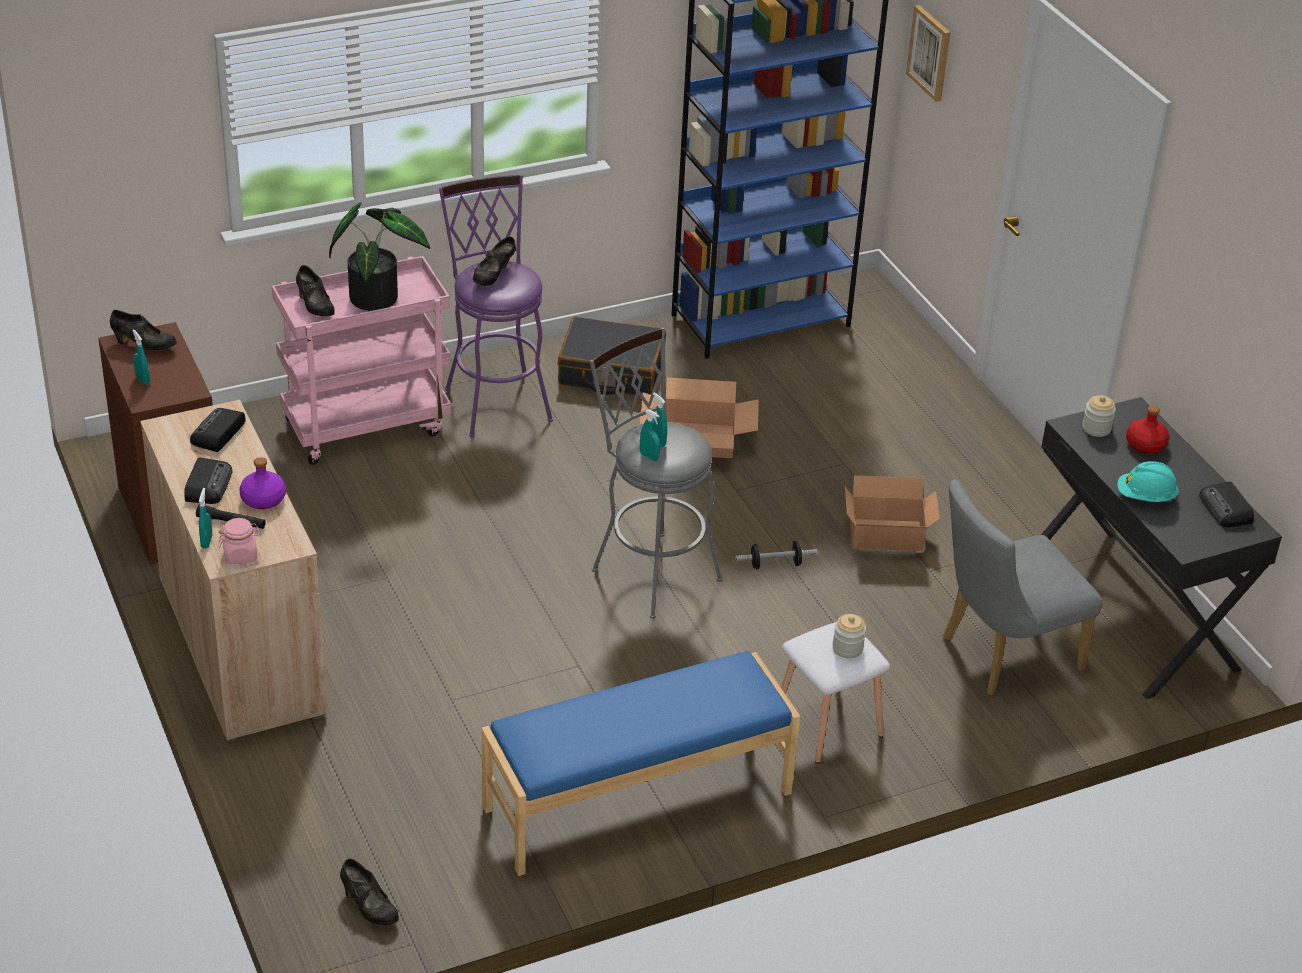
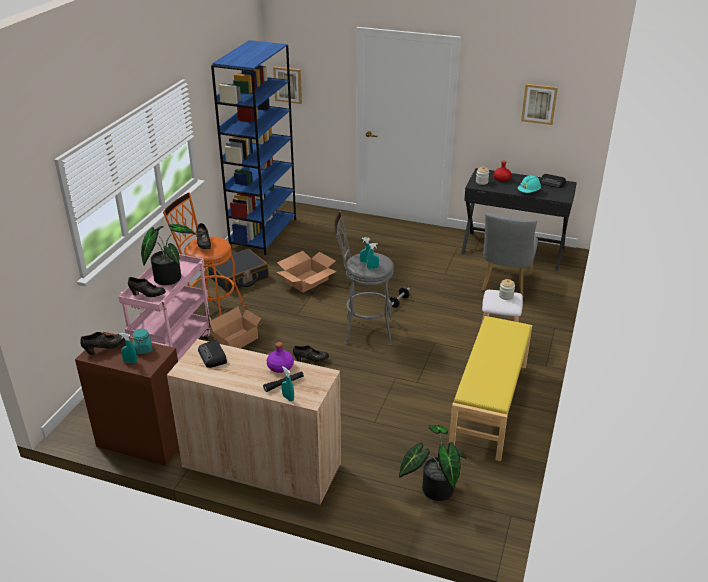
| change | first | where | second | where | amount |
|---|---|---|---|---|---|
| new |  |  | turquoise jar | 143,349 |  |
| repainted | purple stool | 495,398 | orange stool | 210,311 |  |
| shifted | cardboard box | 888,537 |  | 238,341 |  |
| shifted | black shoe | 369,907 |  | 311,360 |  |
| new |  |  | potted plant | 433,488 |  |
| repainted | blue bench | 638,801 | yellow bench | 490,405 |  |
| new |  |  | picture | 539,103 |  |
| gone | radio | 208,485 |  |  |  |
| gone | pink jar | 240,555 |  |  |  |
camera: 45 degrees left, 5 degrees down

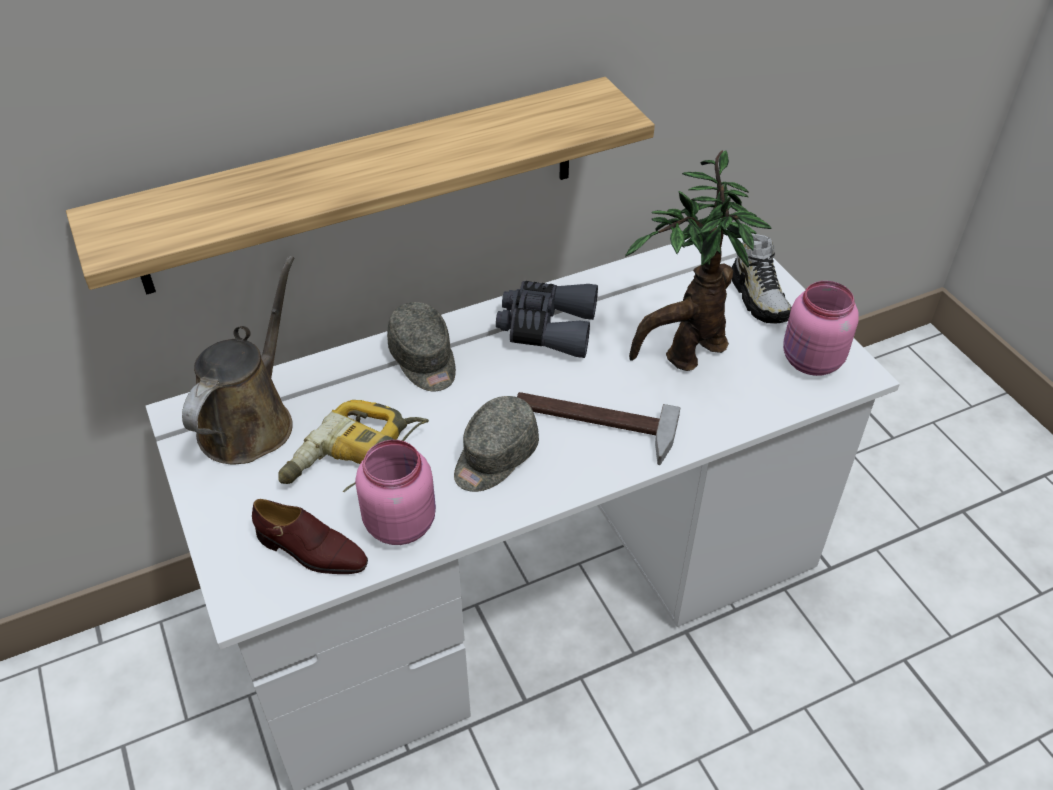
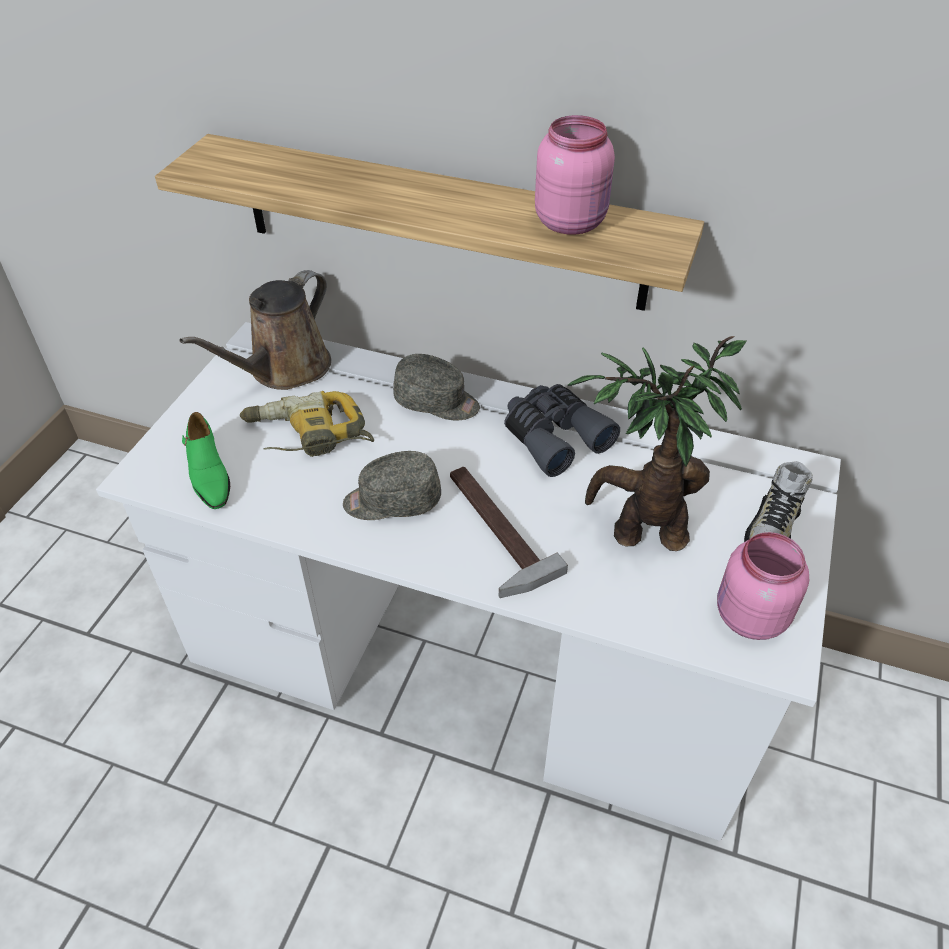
| change | first | where | second | where | amount |
|---|---|---|---|---|---|
| rotated | brown watering can | 251,421 |  | 284,369 | 150 degrees clockwise |
| repainted | brown shoe | 311,551 | green shoe | 208,475 |  |
| rotated | grey cap | 424,360 |  | 437,402 | 90 degrees counterclockwise |
| shifted | pink jar | 401,522 |  | 572,222 |  |
camera: 45 degrees right, 0 degrees up

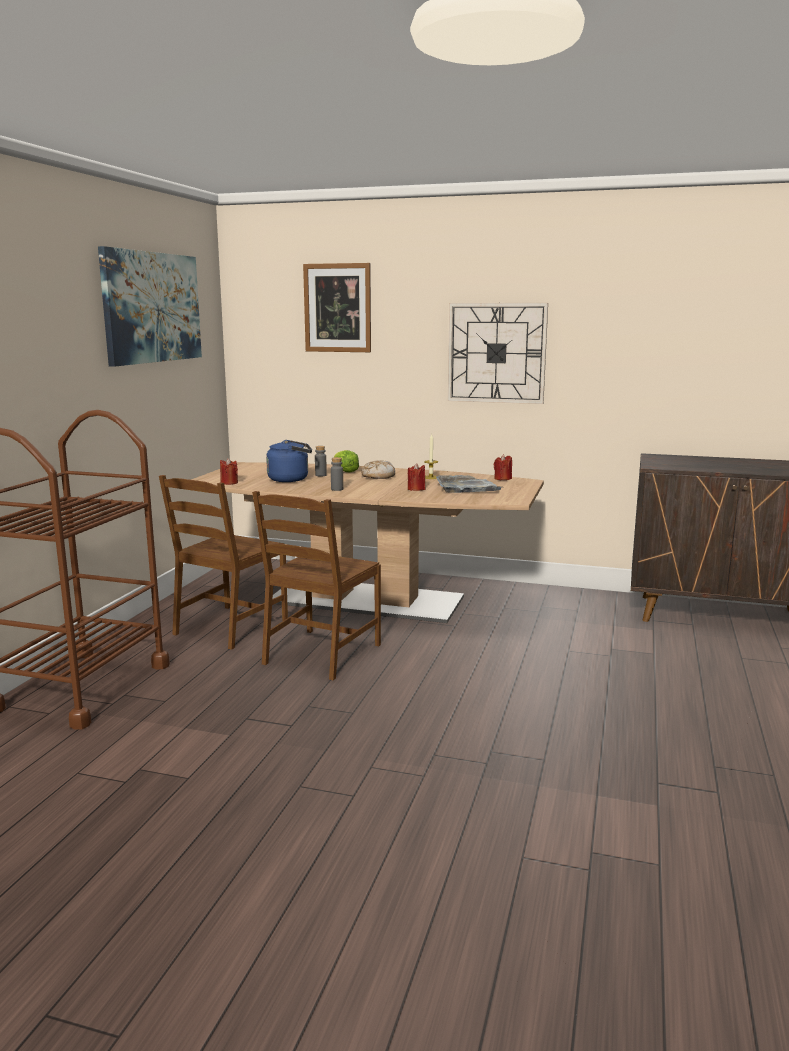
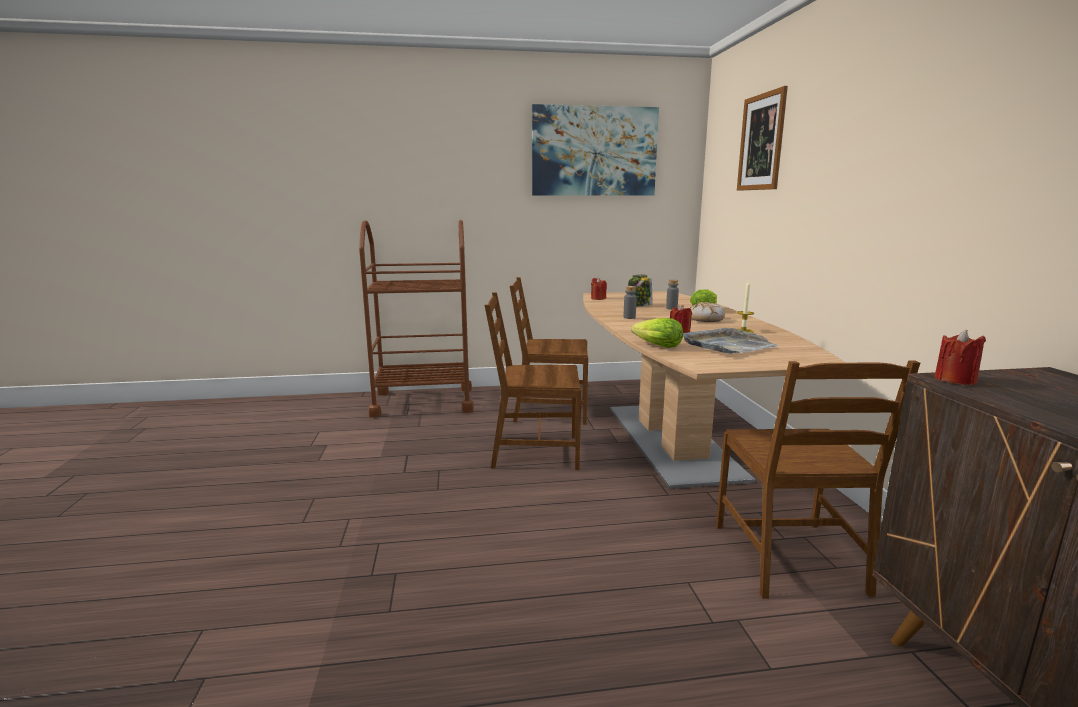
| change | first | where | second | where | amount |
|---|---|---|---|---|---|
| swapped | blue kettle | 291,479 | jar | 639,305 |  |
| new |  |  | lettuce | 657,346 |  |
| new |  |  | brown chair | 790,558 |  |
| shifted | red candle | 502,479 |  | 955,380 |  |
| gone | wall clock | 496,353 |  |  |  |
camera: 65 degrees right, 0 degrees up

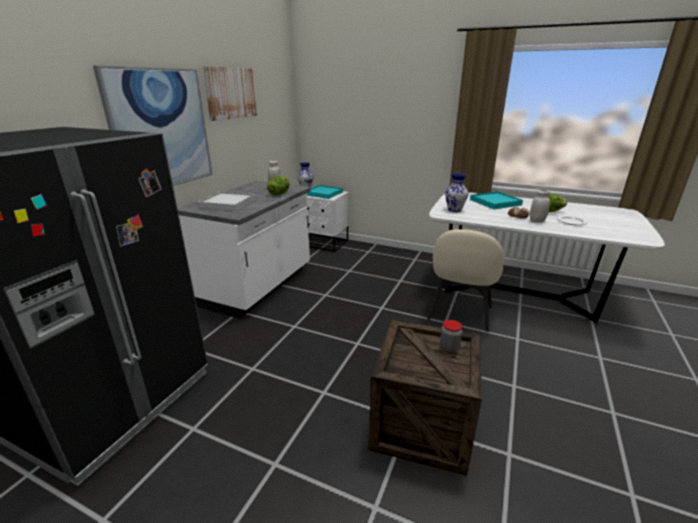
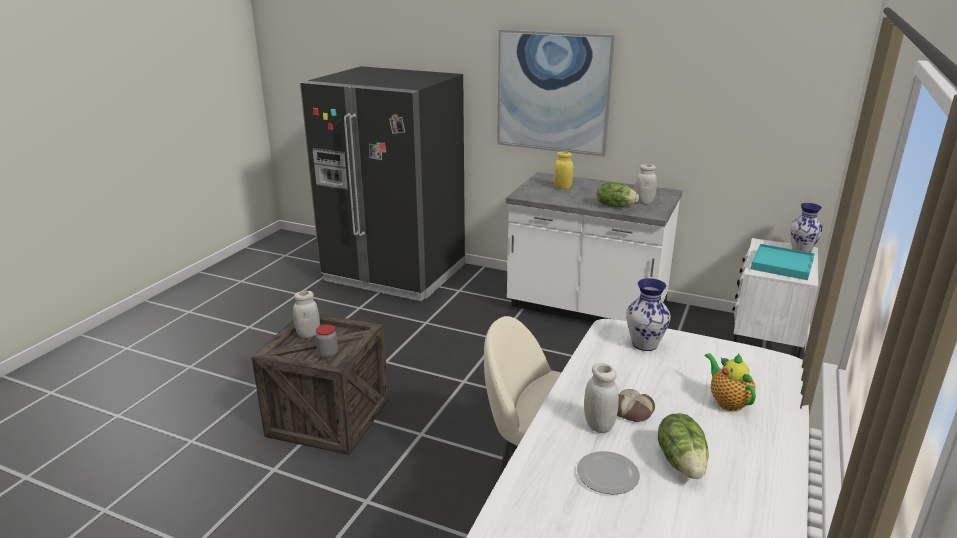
| change | first | where | second | where | amount |
|---|---|---|---|---|---|
| new |  |  | white jar | 308,334 |  |
| swapped | white tray | 228,203 | yellow jar | 562,188 |  |
| swapped | turquoise tray | 495,202 | teapot | 727,402 |  |
| gone | picture | 231,93 |  |  |  |
camera: 90 degrees right, 0 degrees up

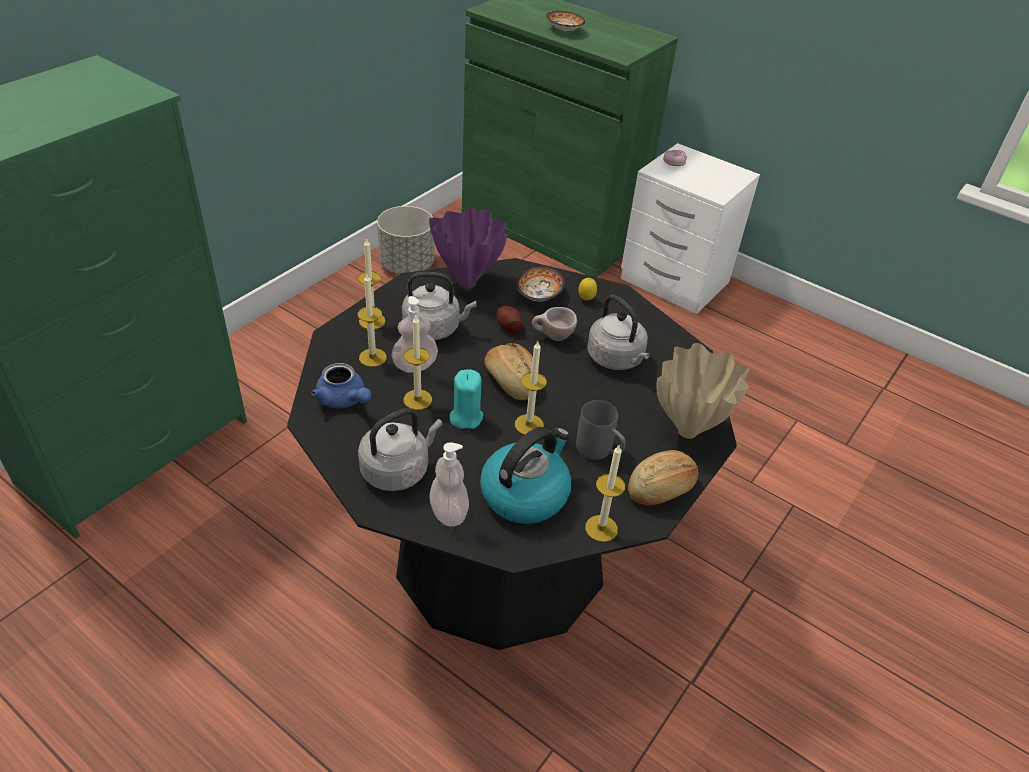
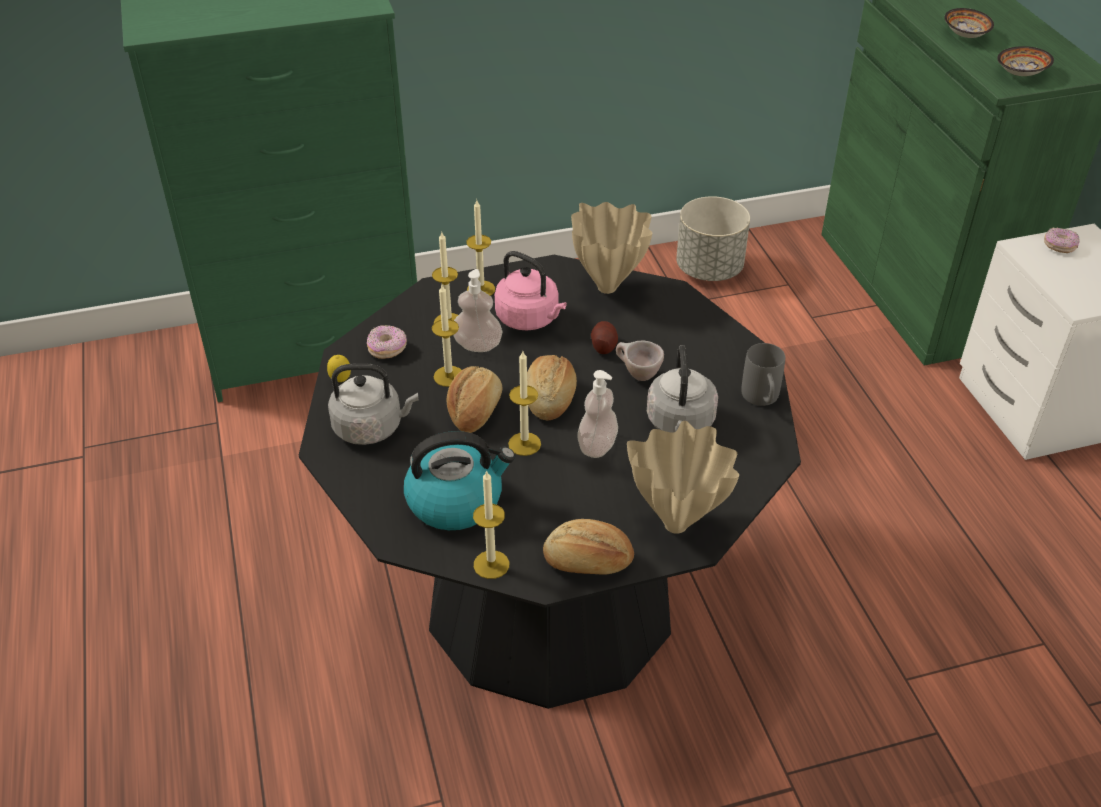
| change | first | where | second | where | amount |
|---|---|---|---|---|---|
| shifted | lemon | 586,300 |  | 341,381 |  |
| swapped | blue teapot | 344,400 | donut | 387,349 |  |
| swapped | turquoise candle | 465,417 | bread | 474,410 |  |
| repainted | grey kettle | 434,329 | pink kettle | 530,319 |  |
| repainted | purple vase | 468,283 | beige vase | 608,288 |  |
| shifted | soap dispenser | 449,512 |  | 597,446 |  |
| shifted | grey mug | 600,452 |  | 762,400 |  |
| shifted | bowl | 538,296 |  | 1019,74 |  |
camera: 40 degrees right, 0 degrees up

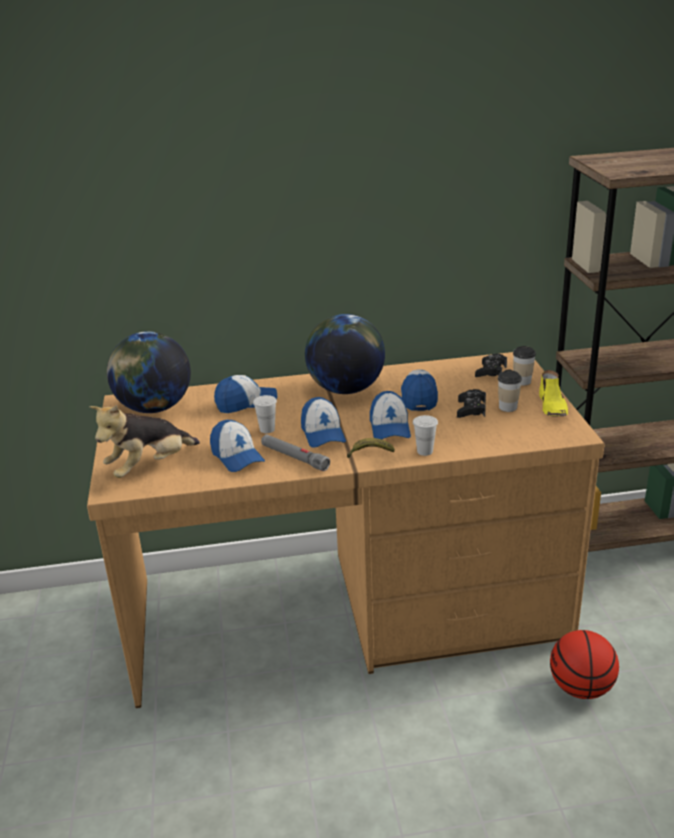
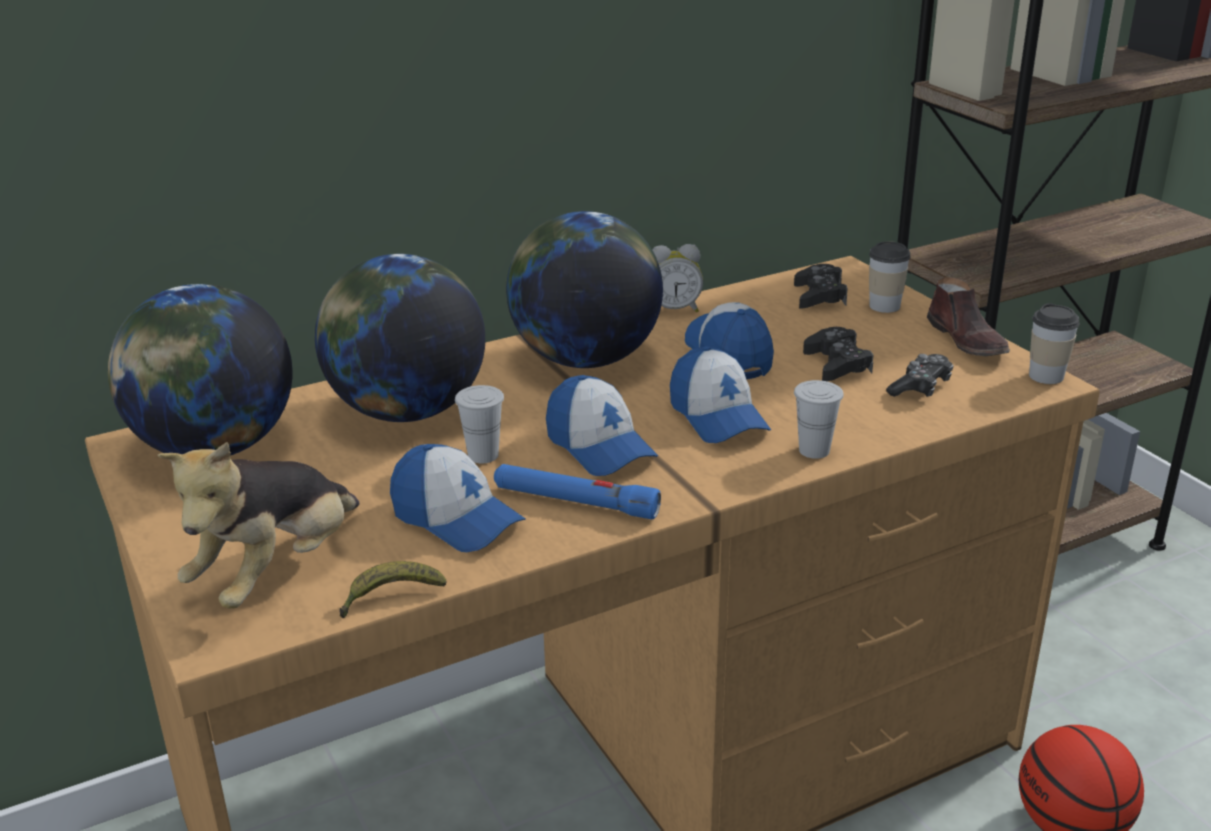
| change | first | where | second | where | amount |
|---|---|---|---|---|---|
| swapped | cap | 246,403 | globe | 407,411 |  |
| shifted | banana | 370,453 |  | 390,597 |  |
| repainted | grey flashlight | 294,457 | blue flashlight | 575,502 |  |
| new |  |  | alarm clock | 673,310 |  |
| new |  |  | game controller | 920,387 |  |
| repainted | yellow shoe | 552,406 | brown shoe | 968,340 |  |
| shifted | cup | 508,407 |  | 1046,376 |  |
camera: 20 degrees left, 0 degrees up

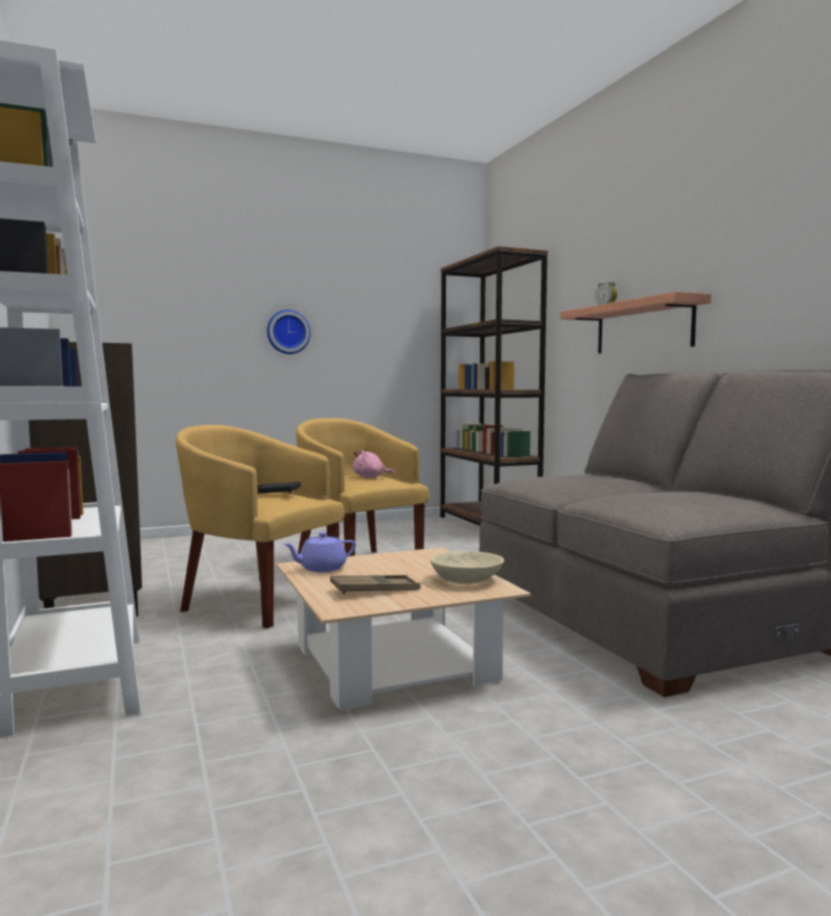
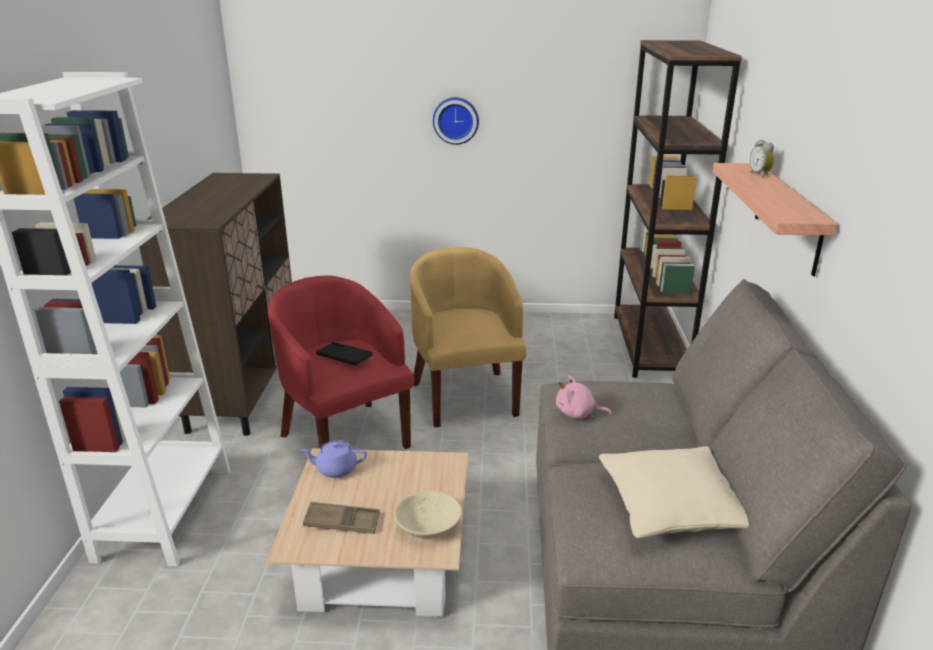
| change | first | where | second | where | amount |
|---|---|---|---|---|---|
| repainted | yellow armchair | 258,602 | red armchair | 344,437 |  |
| shifted | pink plush toy | 370,477 |  | 578,414 |  |
| new |  |  | beige pillow | 672,507 |  |
camera: 25 degrees right, 20 degrees up

